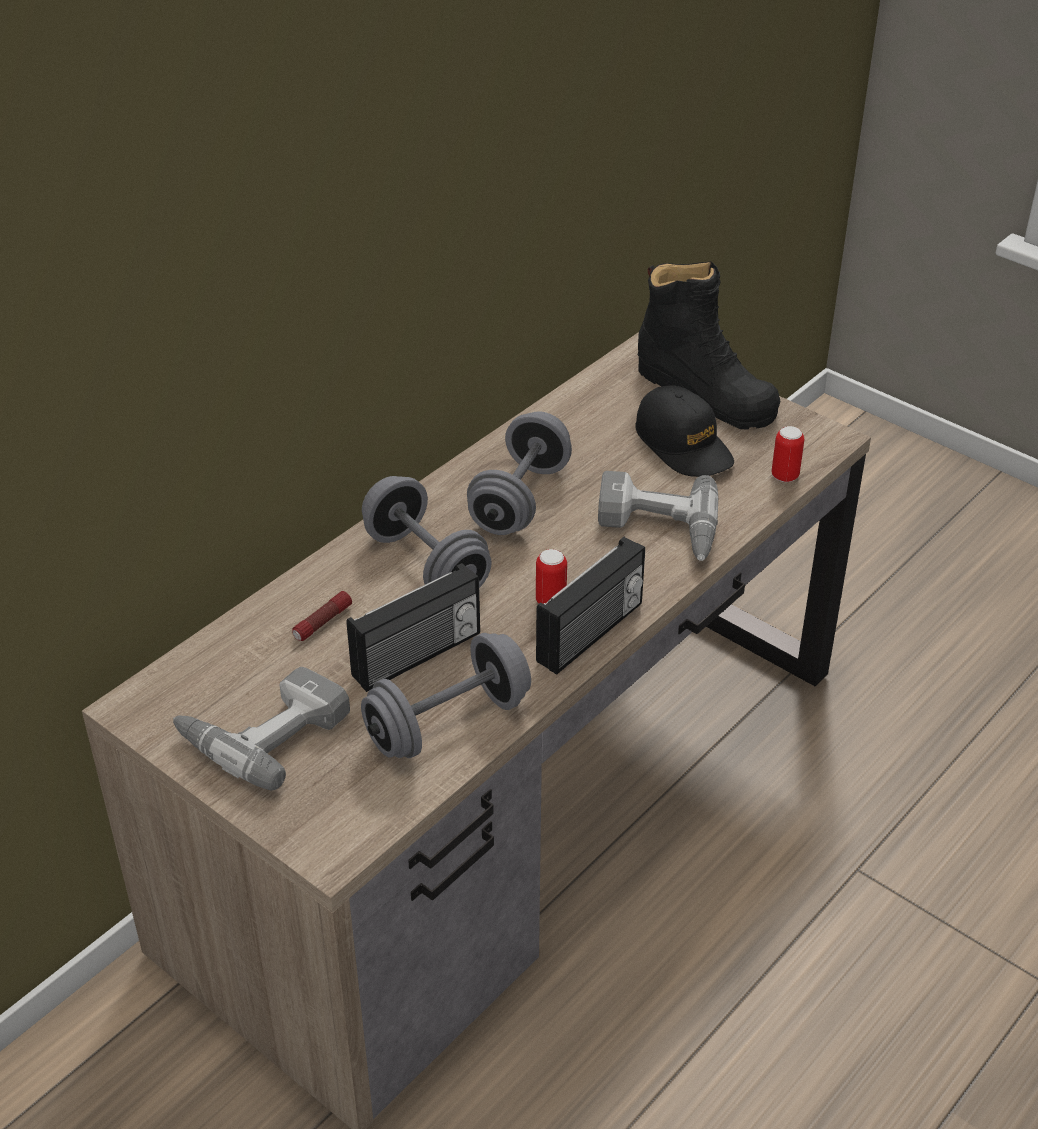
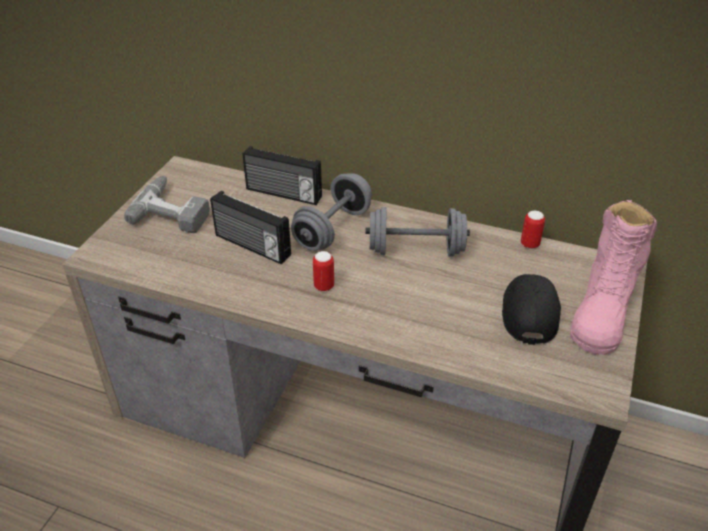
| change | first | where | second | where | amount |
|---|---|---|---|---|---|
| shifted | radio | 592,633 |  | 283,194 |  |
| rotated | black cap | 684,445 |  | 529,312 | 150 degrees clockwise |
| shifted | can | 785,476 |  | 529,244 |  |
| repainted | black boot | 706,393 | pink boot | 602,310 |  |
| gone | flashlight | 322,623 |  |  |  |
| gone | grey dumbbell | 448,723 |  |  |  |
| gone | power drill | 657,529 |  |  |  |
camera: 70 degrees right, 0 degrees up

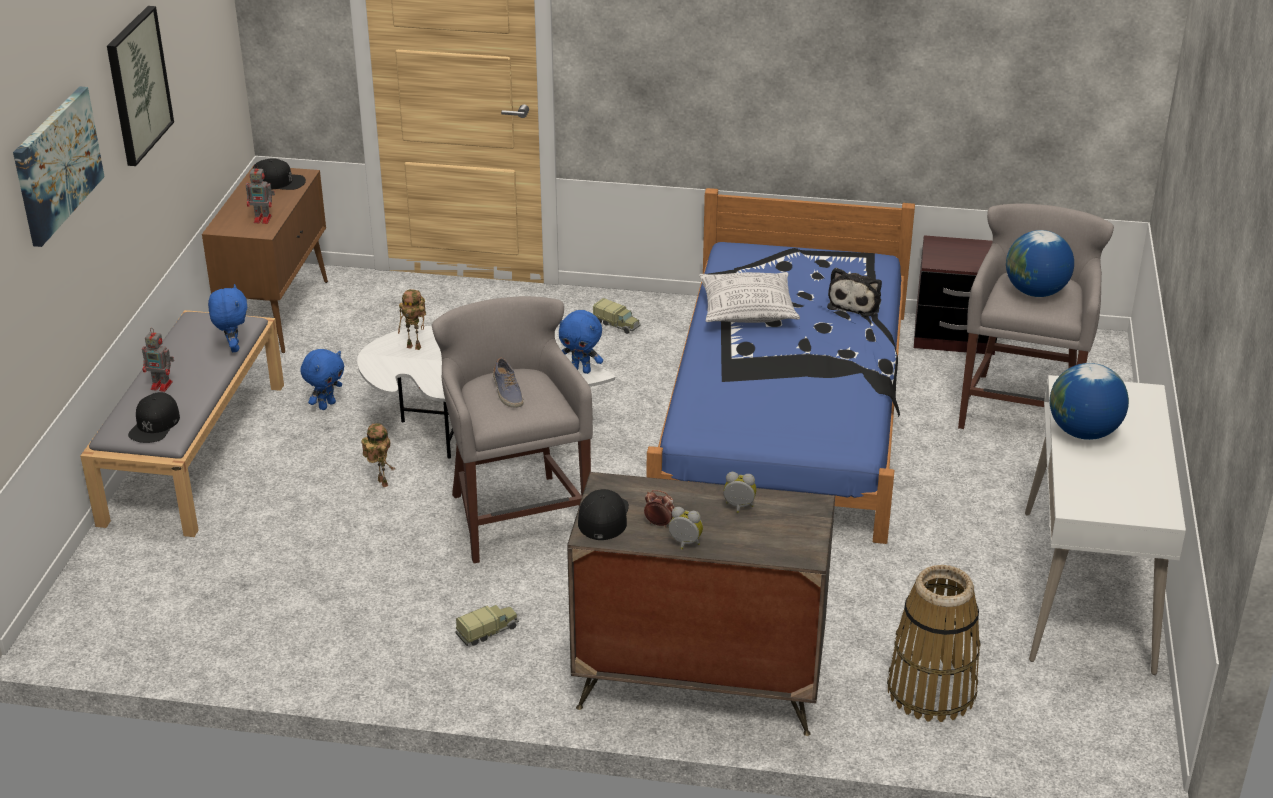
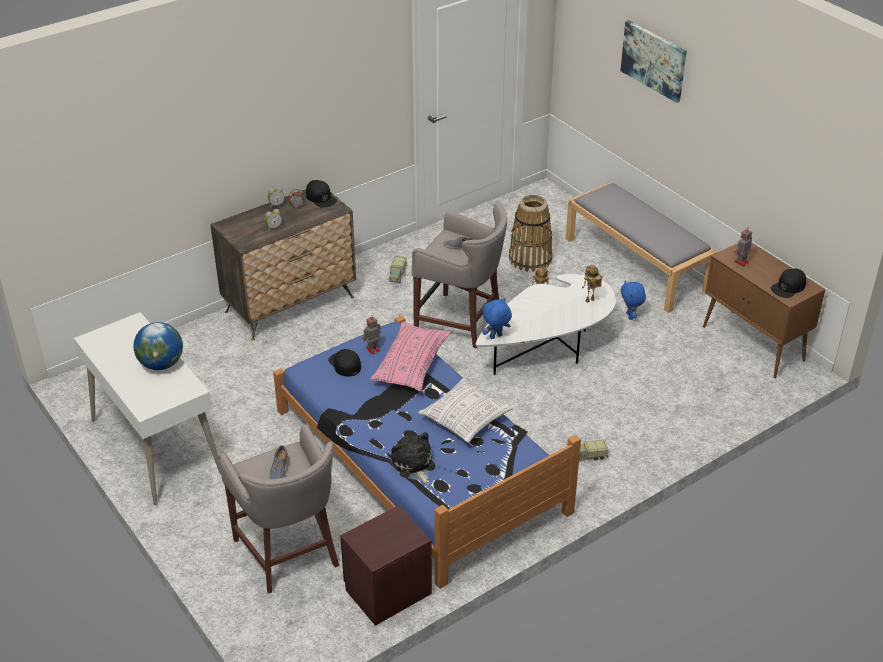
| change | first | where | second | where | amount |
|---|---|---|---|---|---|
| swapped | globe | 1035,292 | shoe | 278,471 |  |
| shifted | black cap | 155,424 |  | 344,364 |  |
| shifted | toy robot | 162,385 |  | 372,349 |  |
| new |  |  | pink pillow | 411,365 |  |
| shifted | basket | 931,690 |  | 530,259 |  |
| gone | picture | 137,85 |  |  |  |
| gone | blue plush toy | 233,347 |  |  |  |
camera: 135 degrees right, 5 degrees up

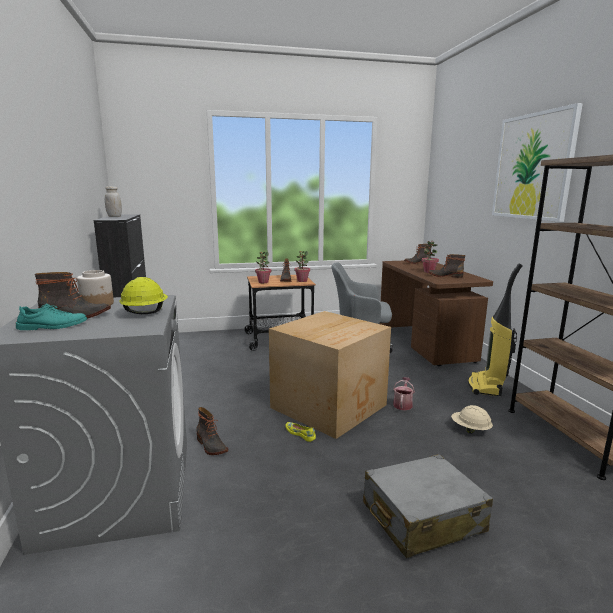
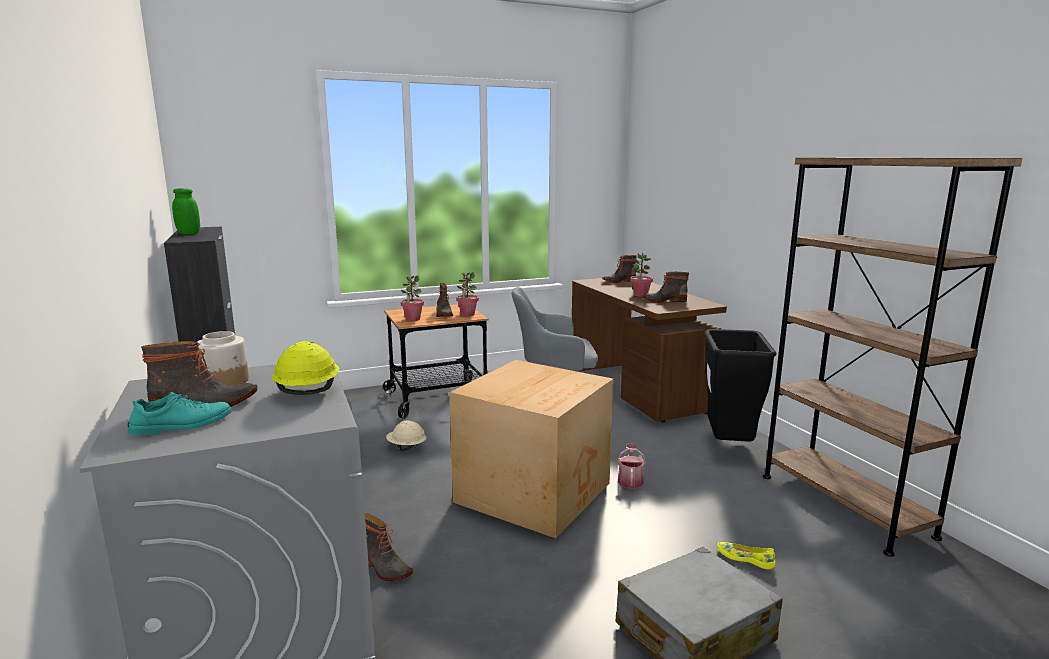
| change | first | where | second | where | amount |
|---|---|---|---|---|---|
| repainted | white jar | 114,216 | green jar | 189,233 |  |
| shifted | beige hard hat | 470,430 |  | 406,447 |  |
| swapped | vacuum cleaner | 486,386 | black trash can | 729,446 |  |
| shifted | yellow shoe | 300,434 |  | 745,558 |  |
| gone | picture | 533,166 |  |  |  |
camera: 10 degrees left, 0 degrees up

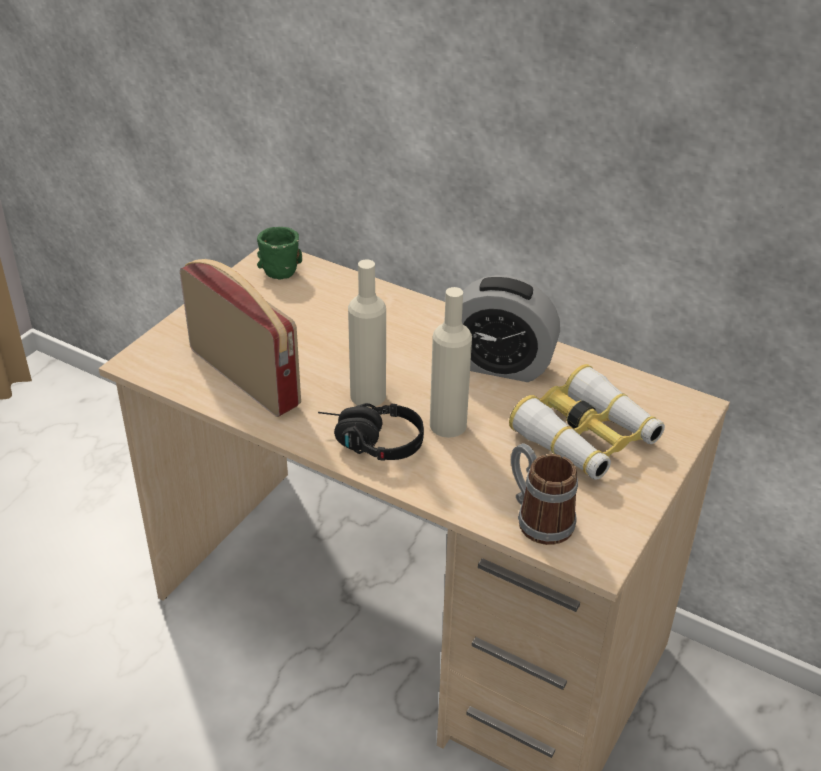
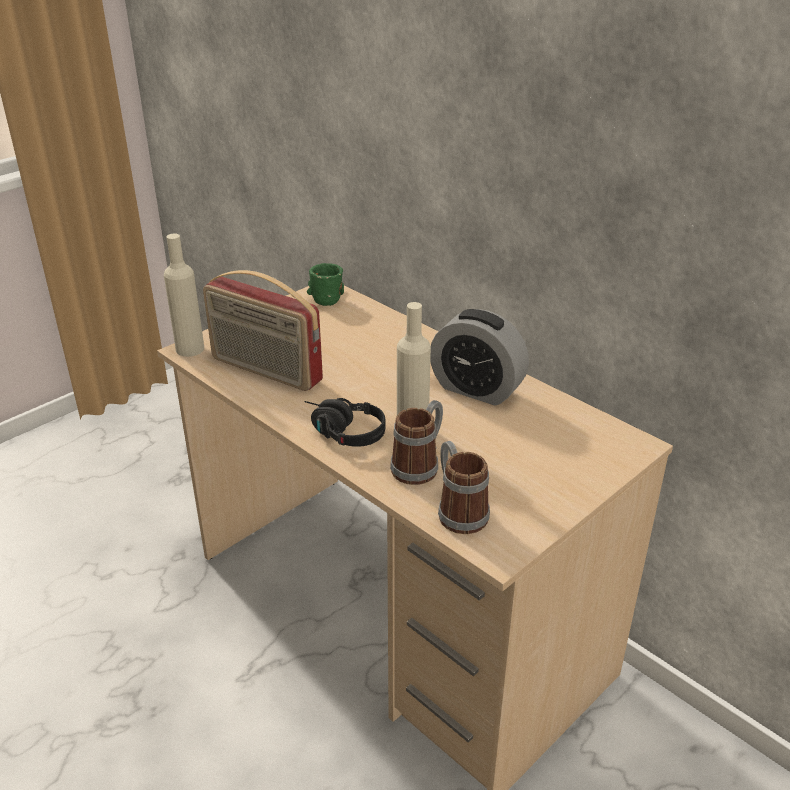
| change | first | where | second | where | amount |
|---|---|---|---|---|---|
| shifted | beige bottle | 368,395 |  | 190,349 |  |
| rotated | radio | 246,376 |  | 265,371 | 150 degrees clockwise |
| new |  |  | mug | 420,465 |  |
| gone | binoculars | 586,437 |  |  |  |
camera: 15 degrees right, 5 degrees down

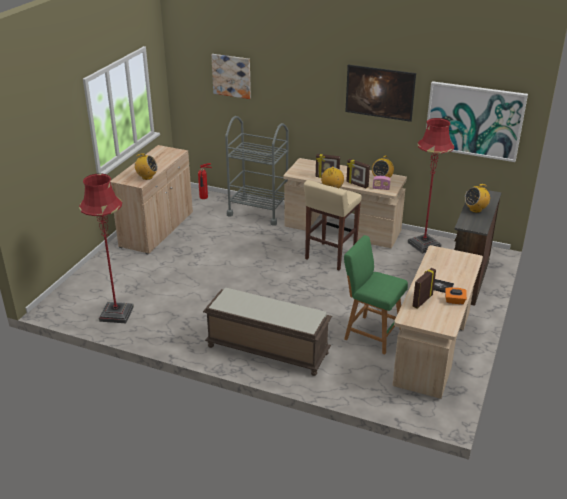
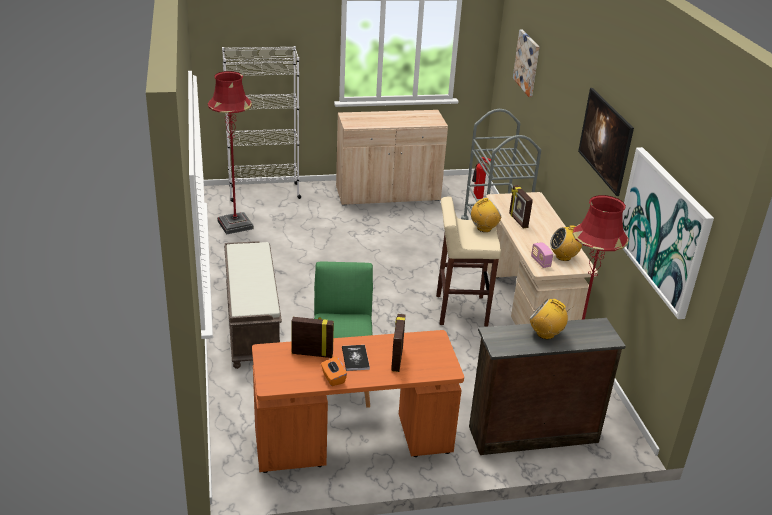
| change | first | where | second | where | amount |
|---|---|---|---|---|---|
| new |  |  | white bookcase | 264,192 |  |
| repainted | beige desk | 433,349 | orange desk | 353,442 |  |
| shifted | picture frame | 357,184 |  | 396,359 |  |
| gone | radio | 147,177 |  |  |  |
camera: 55 degrees right, 0 degrees up

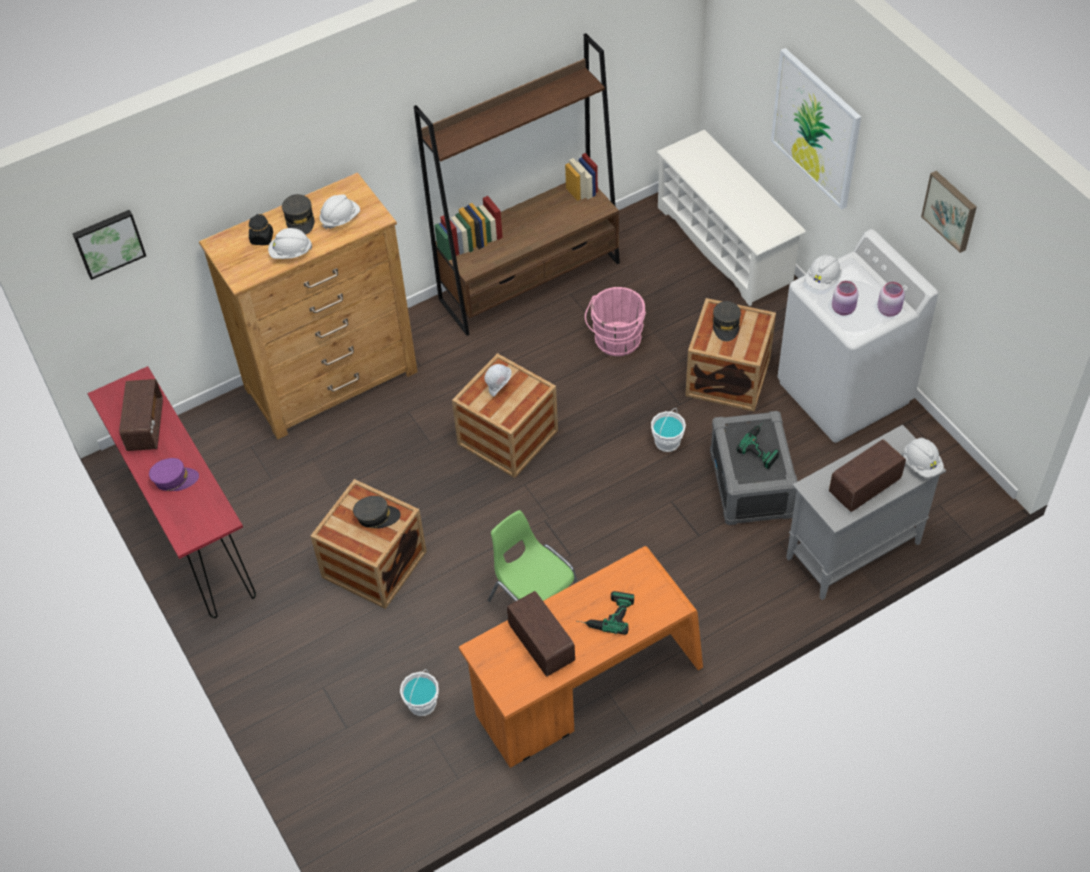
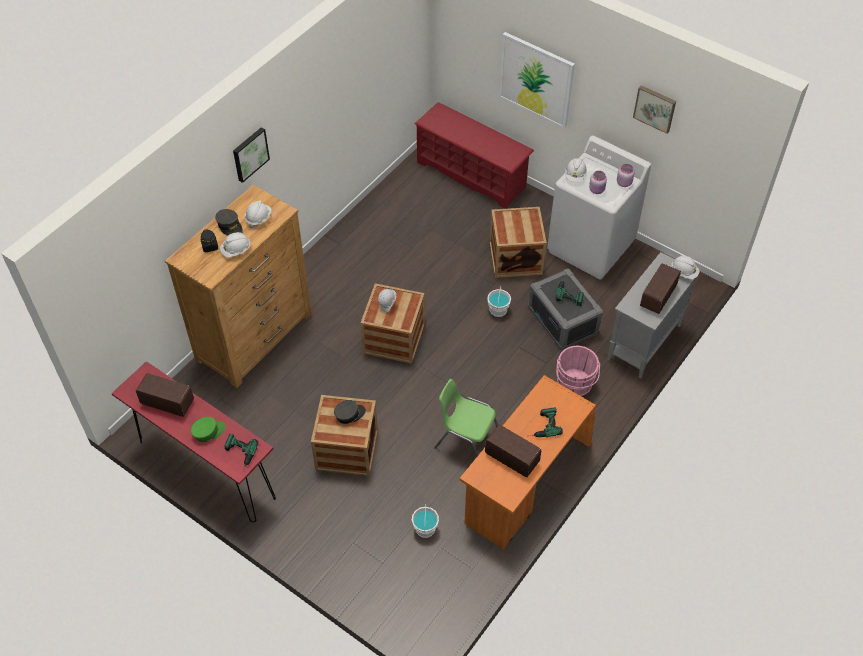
| change | first | where | second | where | amount |
|---|---|---|---|---|---|
| rotated | radio | 145,426 |  | 167,403 | 45 degrees counterclockwise |
| repainted | purple cap | 175,479 | green cap | 208,432 |  |
| new |  |  | power drill | 239,455 |  |
| shifted | picture | 108,242 |  | 249,154 |  |
| repainted | white shoe rack | 725,244 | red shoe rack | 472,174 |  |
| shifted | pink bucket | 616,341 |  | 574,385 |  |
| gone | brown bookcase | 530,281 |  |  |  |
| gone | grey cap | 726,325 |  |  |  |
camera: 25 degrees left, 0 degrees up

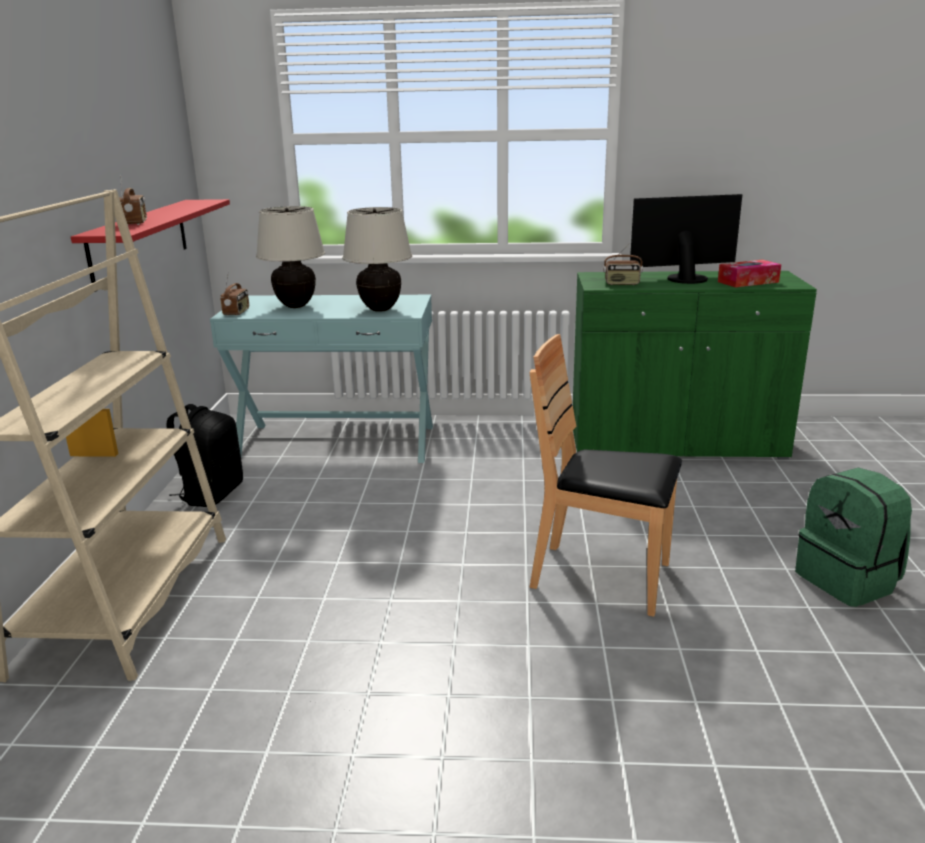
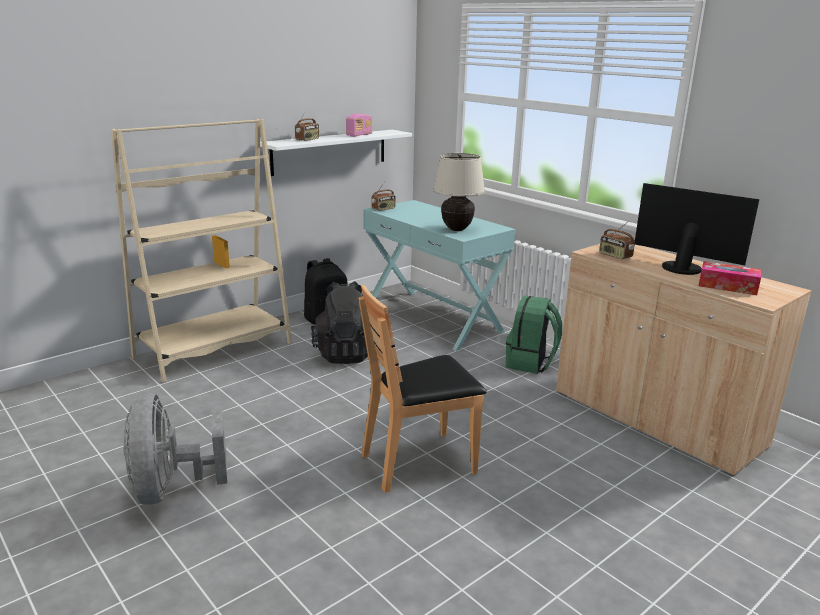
| change | first | where | second | where | amount |
|---|---|---|---|---|---|
| new |  |  | grey fan | 171,488 |  |
| repainted | red shelf | 140,241 | white shelf | 330,151 |  |
| new |  |  | black backpack | 345,353 |  |
| new |  |  | radio | 359,135 |  |
| rotated | brown chair | 602,578 |  | 419,462 | 90 degrees counterclockwise |
| shifted | green backpack | 848,580 |  | 530,363 |  |
| repainted | green cabinet | 675,443 | beige cabinet | 656,419 |  |
| gone | beige table lamp | 296,306 |  |  |  |
camera: 45 degrees right, 0 degrees up

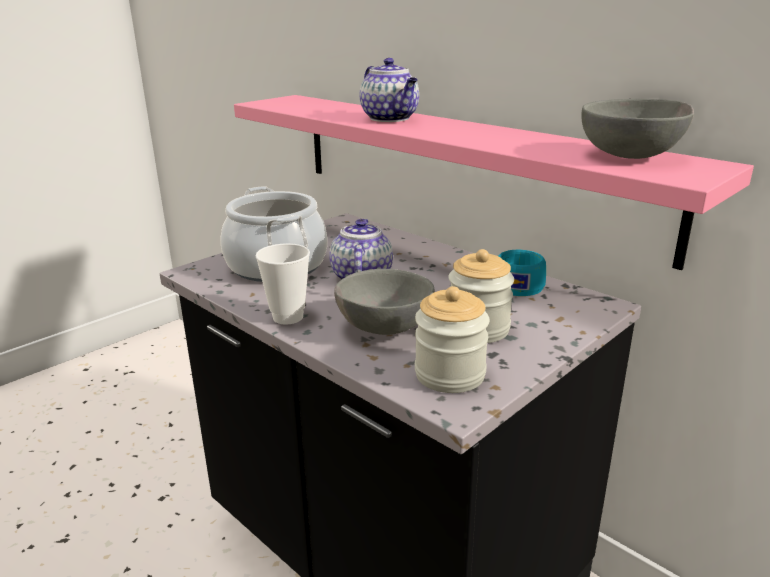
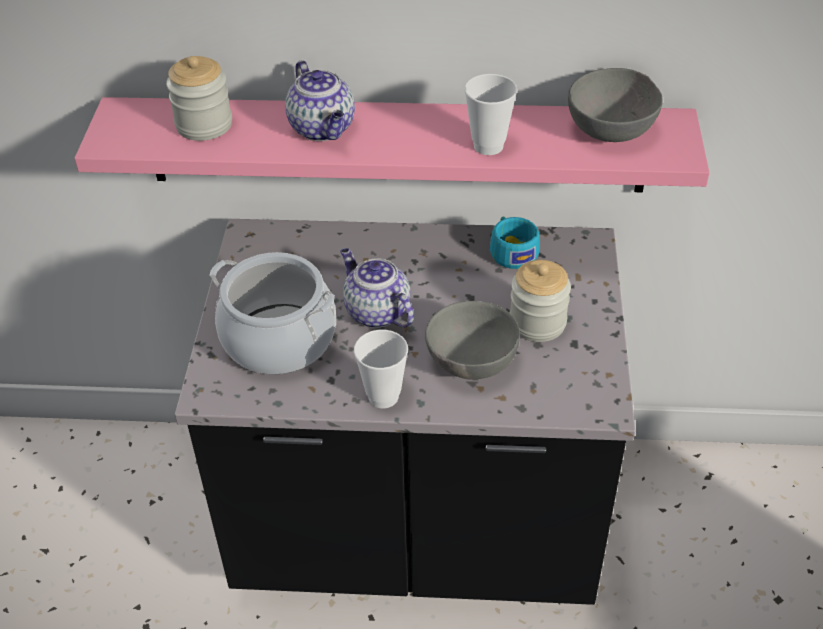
| change | first | where | second | where | amount |
|---|---|---|---|---|---|
| shifted | jar | 450,374 |  | 204,125 |  |
| rotated | teapot | 391,118 |  | 323,129 | 45 degrees clockwise |
| new |  |  | cup | 488,146 |  |
camera: 40 degrees left, 20 degrees up

